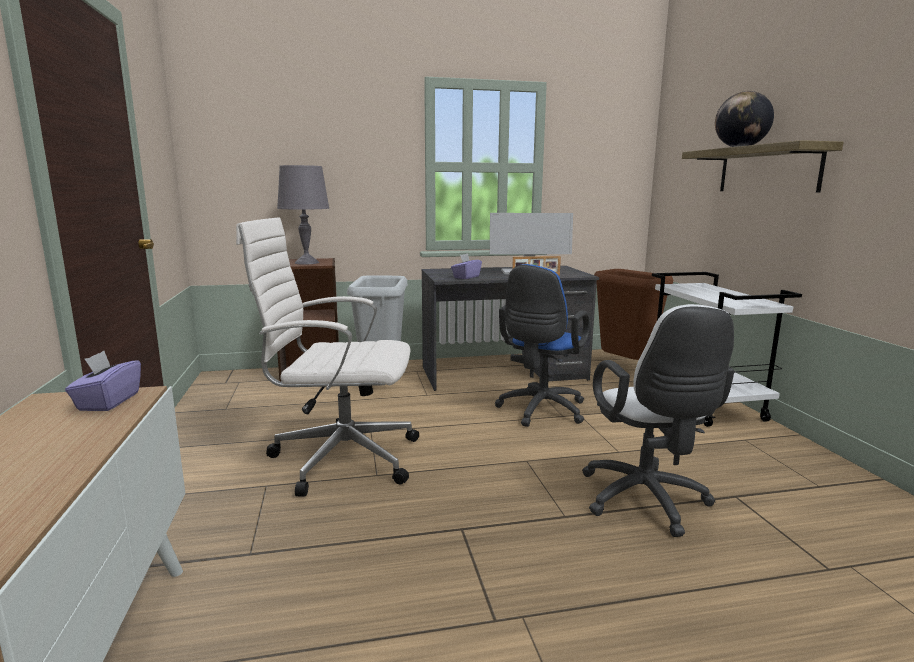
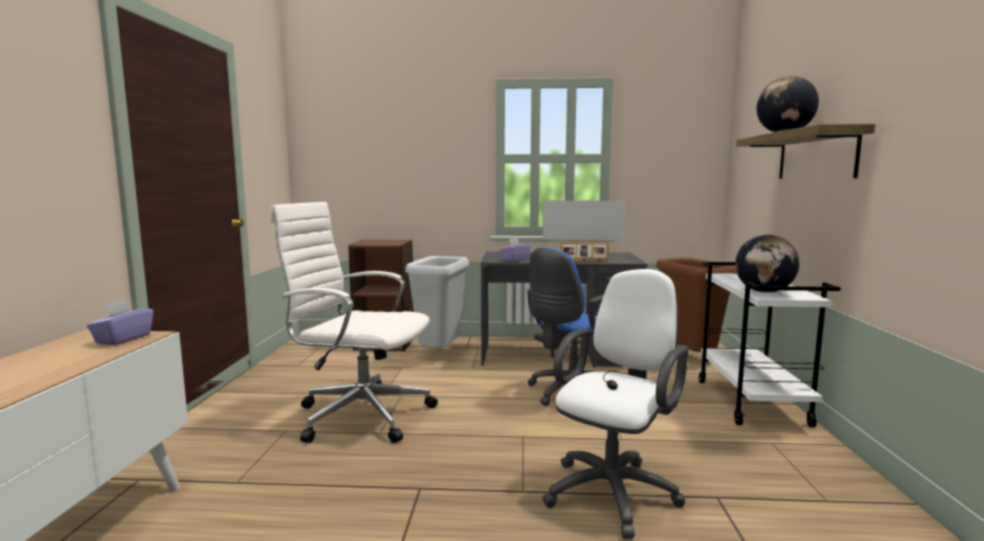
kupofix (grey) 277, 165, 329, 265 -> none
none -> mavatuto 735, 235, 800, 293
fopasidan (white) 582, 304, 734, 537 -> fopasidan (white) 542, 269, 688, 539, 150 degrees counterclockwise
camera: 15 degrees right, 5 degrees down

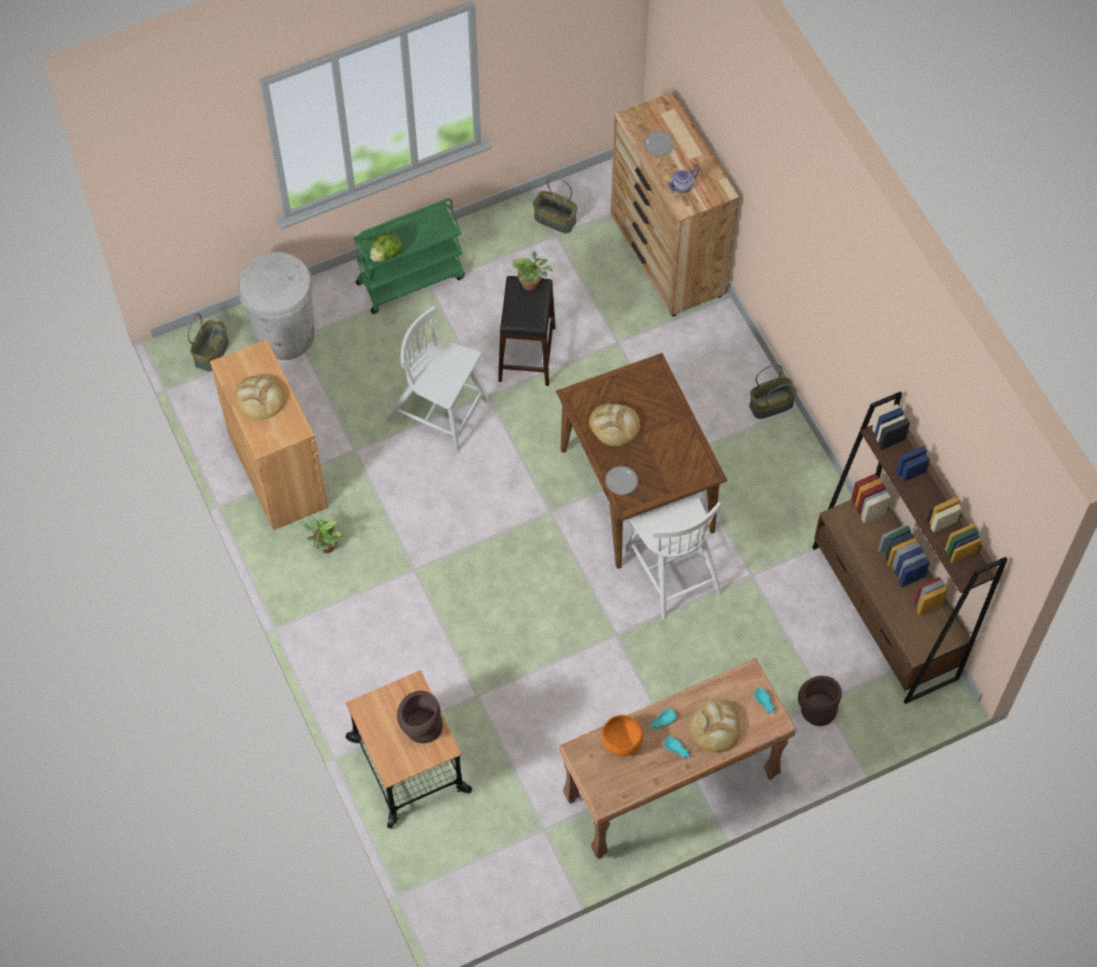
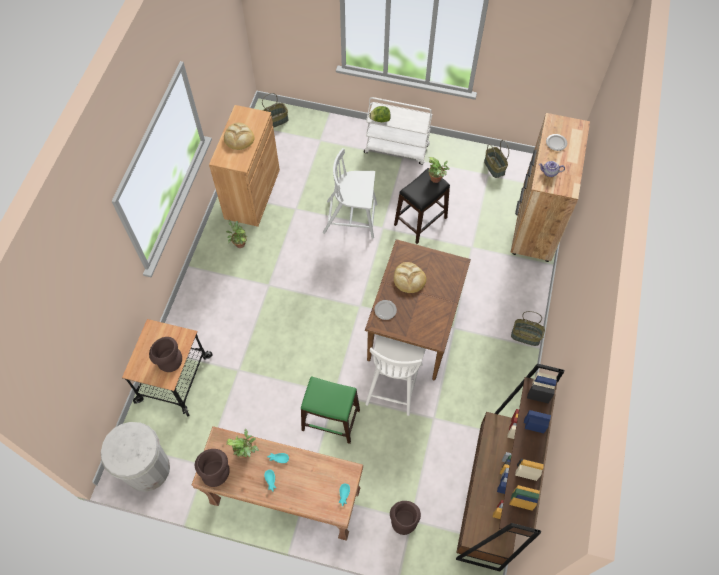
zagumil 689, 700, 740, 752 -> none
none -> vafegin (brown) 195, 449, 230, 487
none -> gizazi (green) 301, 376, 360, 444
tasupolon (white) 238, 252, 315, 360 -> tasupolon (white) 101, 422, 170, 492, relocated
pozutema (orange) 602, 715, 644, 756 -> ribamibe 227, 429, 259, 458
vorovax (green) 353, 198, 465, 314 -> vorovax (white) 364, 97, 432, 165
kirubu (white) 385, 306, 488, 453 -> kirubu (white) 323, 148, 378, 238, 60 degrees counterclockwise
camera: 40 degrees right, 0 degrees up

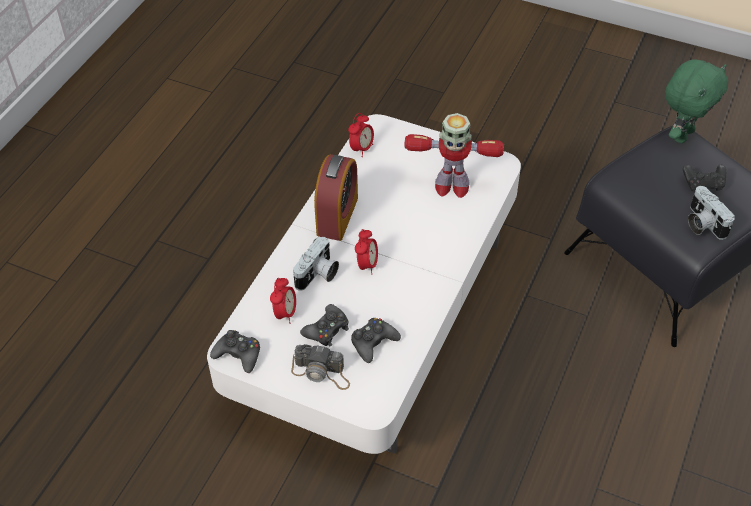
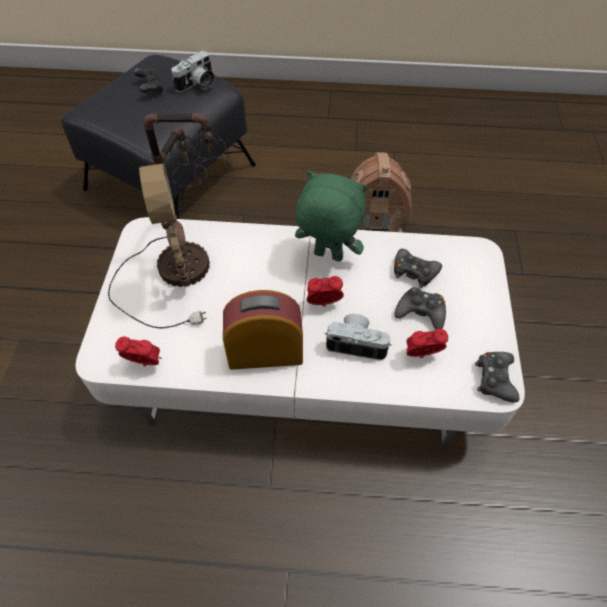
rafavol 291, 344, 350, 390 -> none
none -> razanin 350, 152, 412, 232
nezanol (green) 665, 59, 728, 143 -> nezanol (green) 295, 171, 367, 262, relocated
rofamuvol 405, 113, 504, 198 -> kupofix 108, 113, 234, 328
camera: 110 degrees left, 5 degrees up

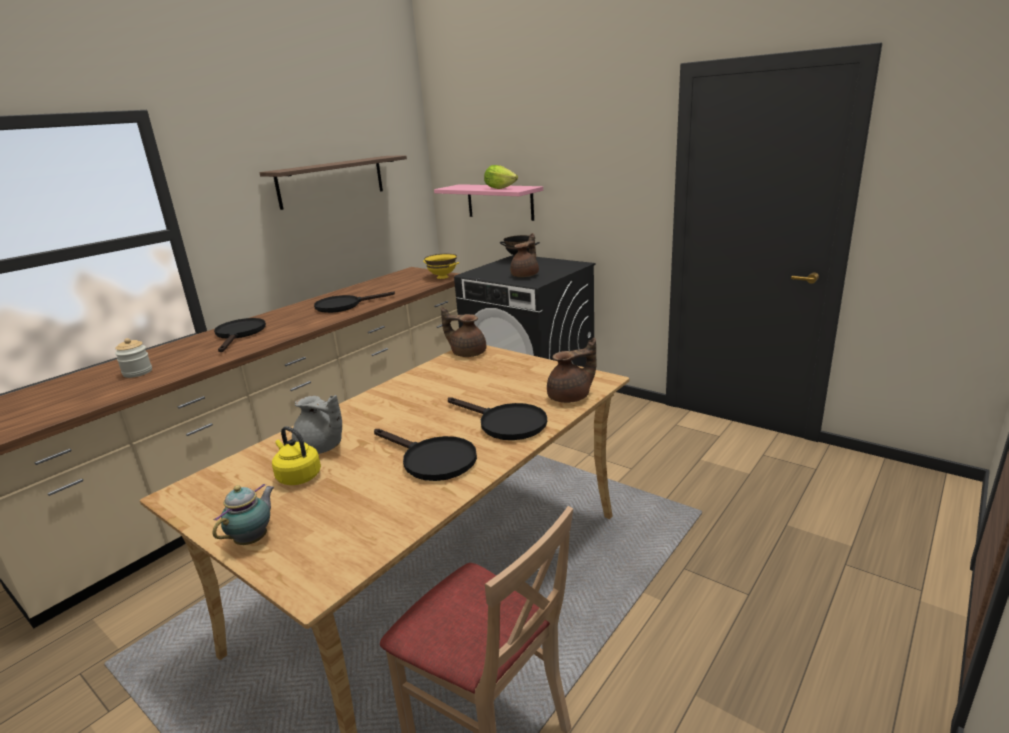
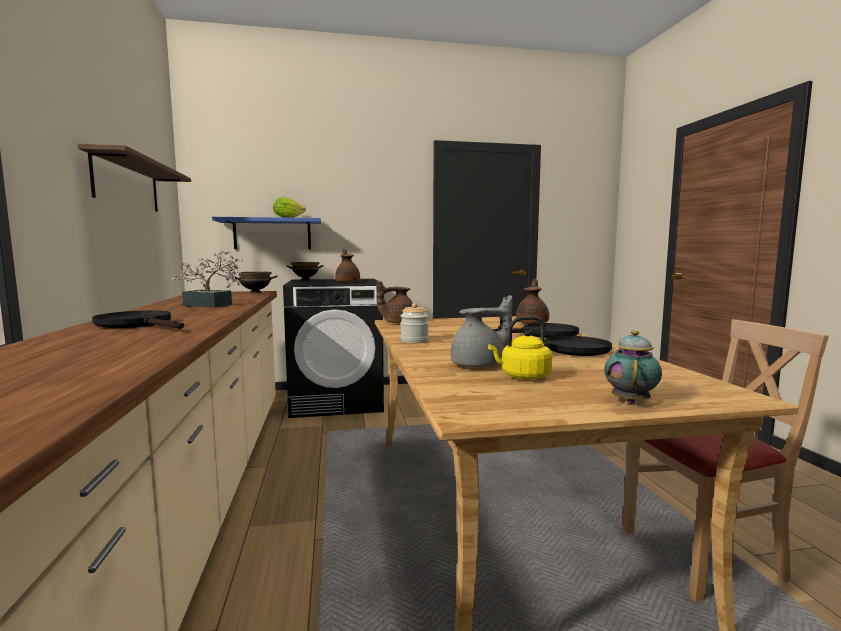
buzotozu 115, 338, 152, 378 -> buzotozu 401, 303, 429, 343, relocated
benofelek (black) 314, 291, 395, 313 -> ribamibe 172, 251, 243, 307
pozutema (yellow) 423, 254, 459, 279 -> pozutema (black) 232, 272, 277, 293
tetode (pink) 434, 184, 543, 221 -> tetode (blue) 212, 217, 321, 249
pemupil 213, 484, 274, 545 -> pemupil 604, 330, 662, 404, 45 degrees clockwise
camera: 50 degrees left, 15 degrees down

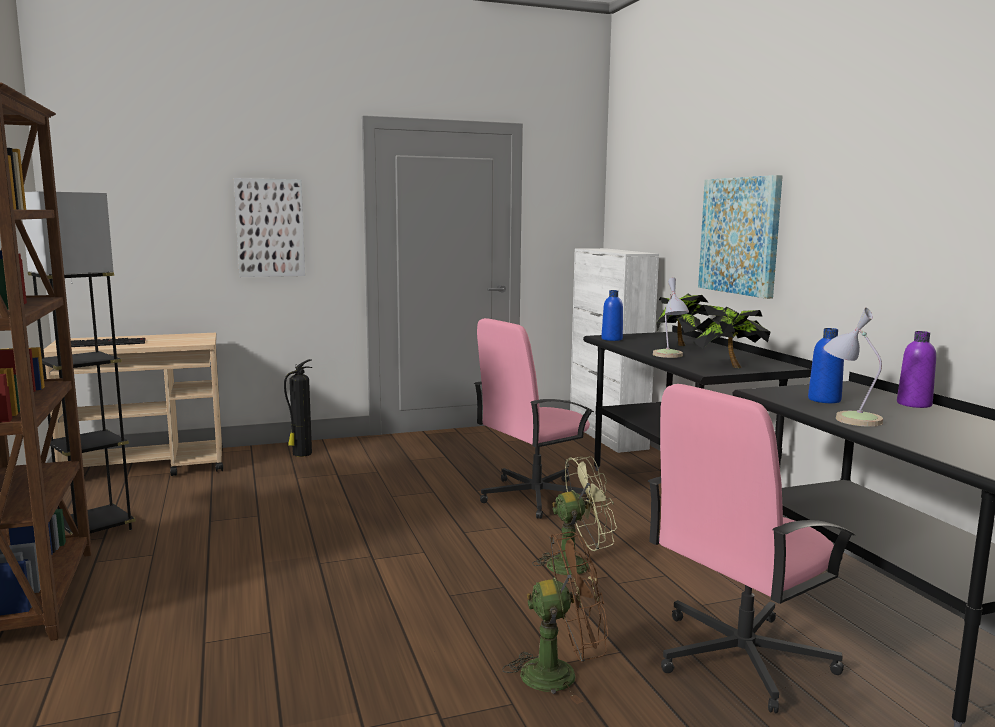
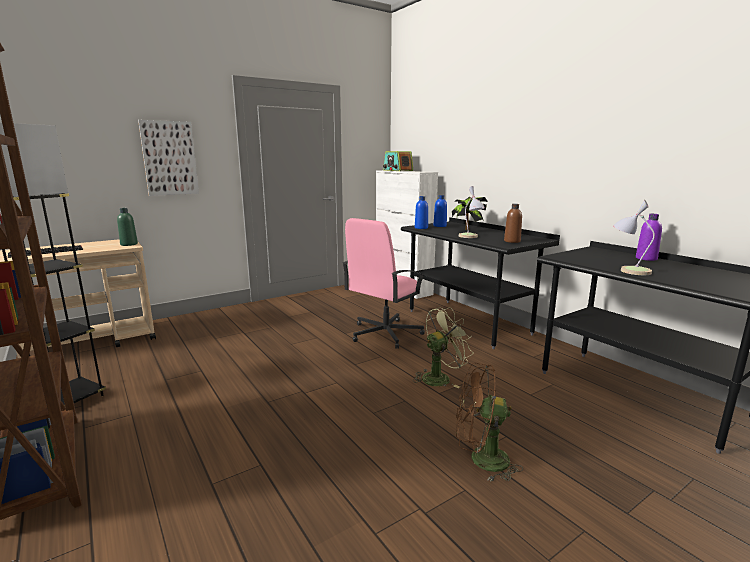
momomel 284, 359, 312, 457 -> none
fopasidan (pink) 648, 384, 855, 713 -> none
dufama 698, 175, 783, 299 -> none
none -> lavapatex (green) 117, 208, 138, 246
none -> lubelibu 383, 151, 413, 171
lavapatex (blue) 808, 328, 844, 403 -> lavapatex (blue) 433, 195, 447, 227, relocated
ribamibe 693, 305, 770, 368 -> lavapatex (brown) 504, 204, 522, 243
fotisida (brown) 502, 532, 608, 704 -> fotisida (brown) 456, 362, 523, 482, 150 degrees counterclockwise
camera: 15 degrees left, 5 degrees up

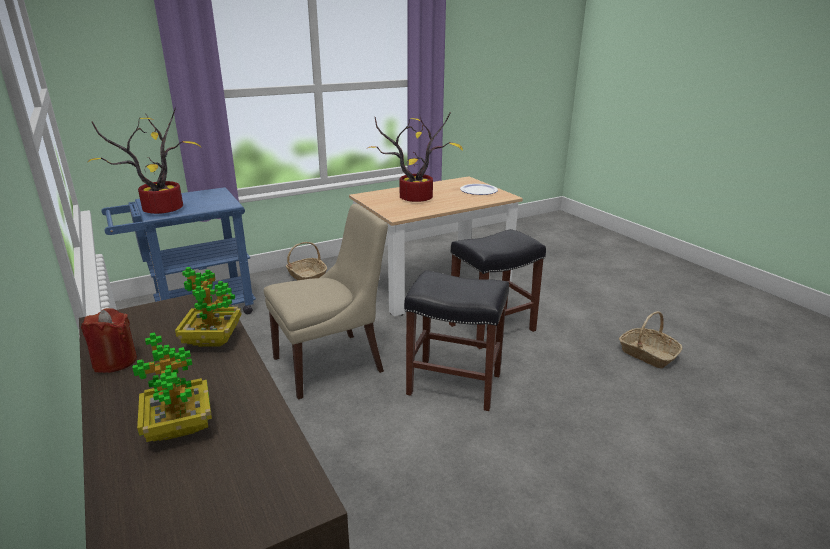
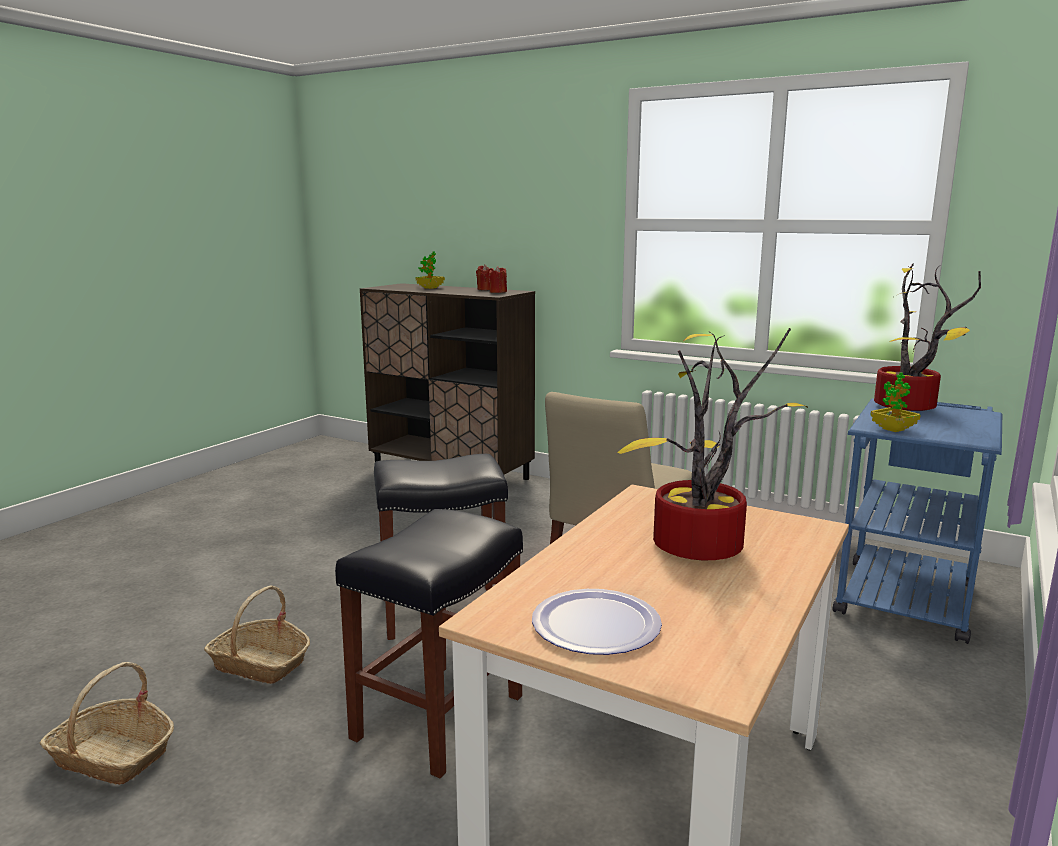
none -> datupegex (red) 488, 266, 507, 293
ribamibe 175, 267, 242, 347 -> ribamibe 870, 372, 921, 432, relocated
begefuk 286, 242, 327, 280 -> begefuk 204, 585, 310, 684, relocated
camera: 150 degrees right, 10 degrees down

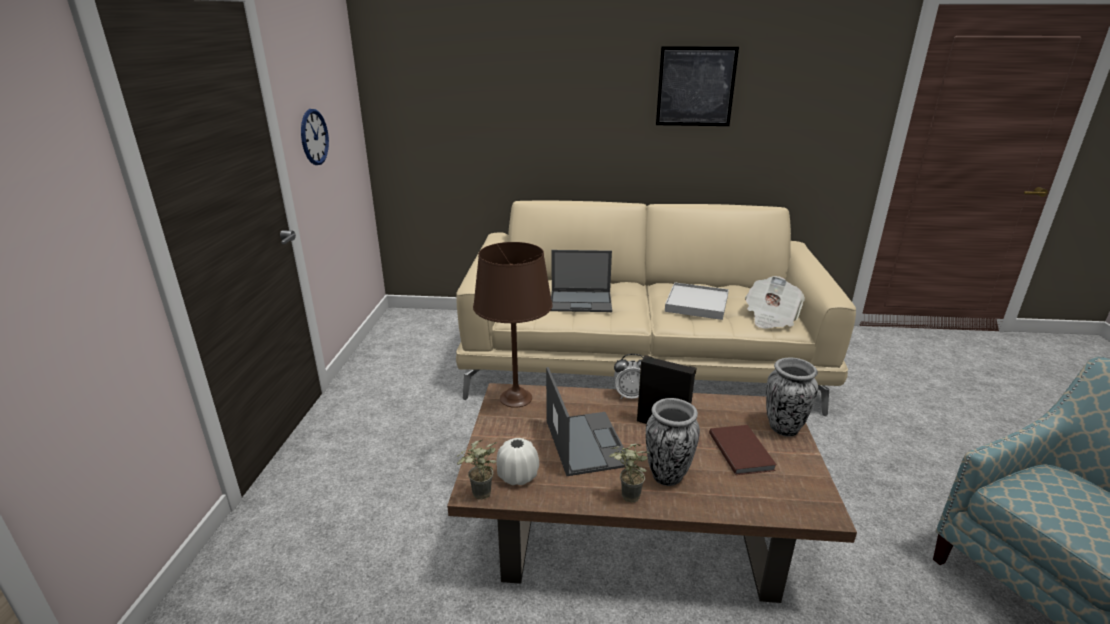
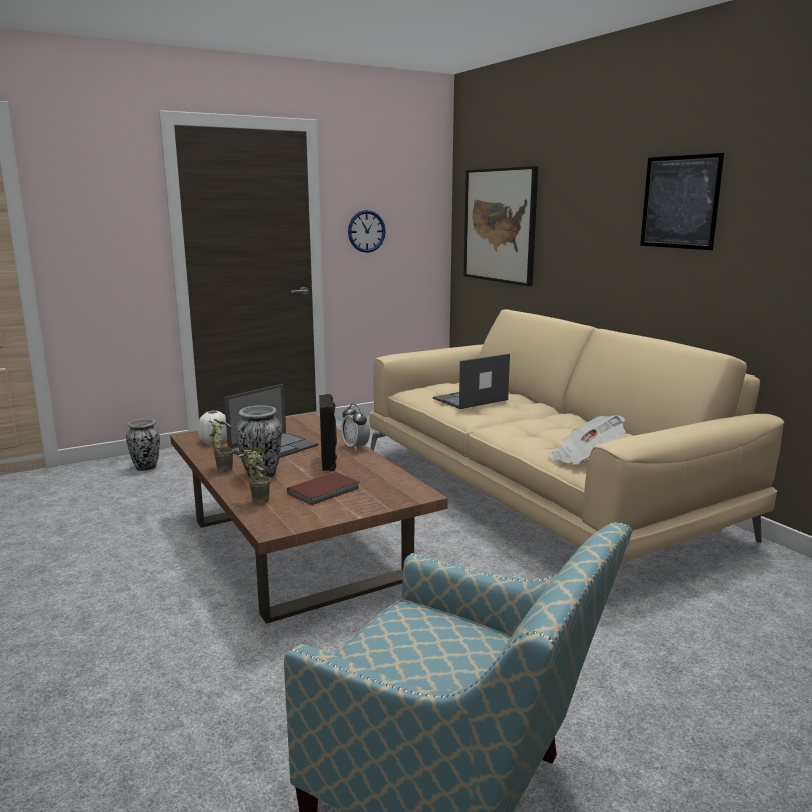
kupofix (brown) 473, 242, 553, 408 -> none
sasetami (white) 665, 282, 729, 320 -> none
none -> dufama 464, 166, 538, 286
ribamibe 457, 440, 498, 500 -> ribamibe 239, 447, 271, 504, relocated
vafegin 766, 358, 818, 437 -> vafegin 126, 419, 160, 471, relocated
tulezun 551, 250, 612, 312 -> tulezun 433, 354, 510, 409, 90 degrees clockwise
camera: 55 degrees right, 10 degrees down

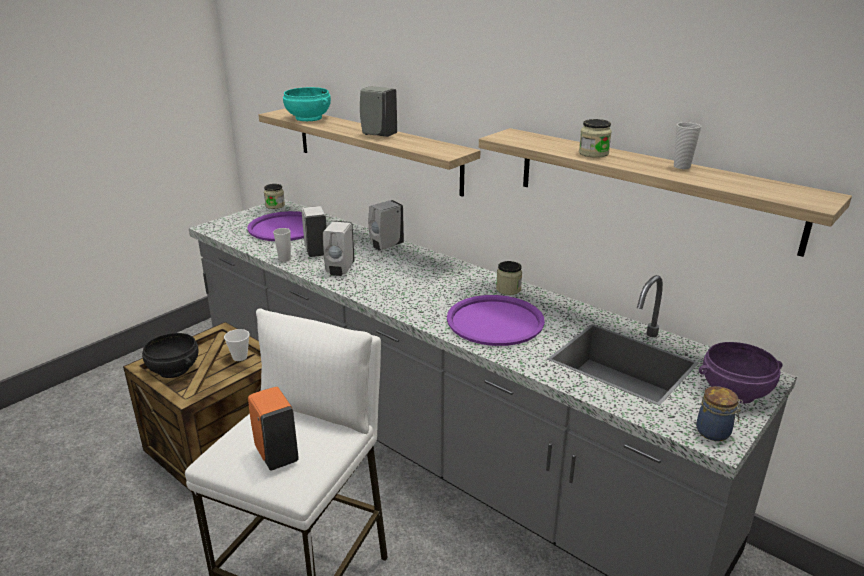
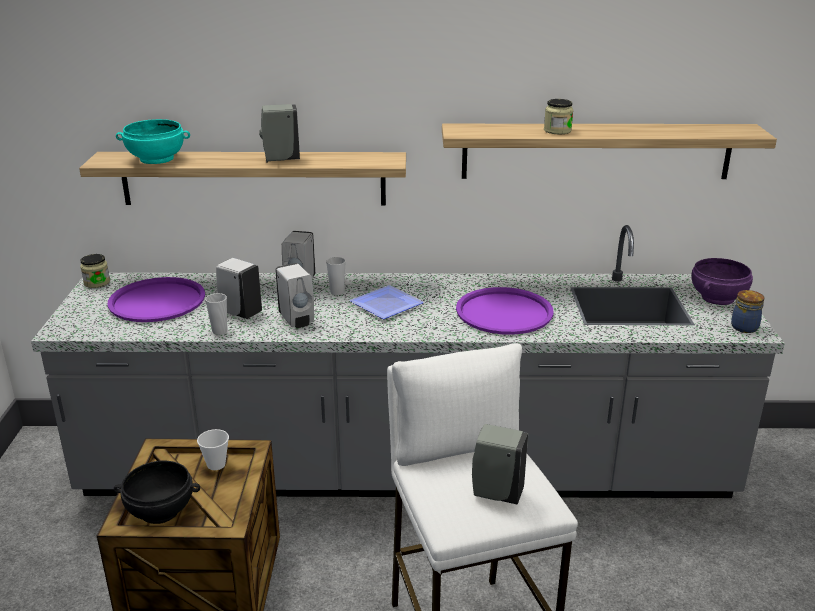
buzotozu 496, 261, 522, 295 -> none
none -> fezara 350, 285, 424, 319
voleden 674, 122, 701, 169 -> voleden 326, 257, 346, 295, relocated
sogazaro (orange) 248, 387, 299, 471 -> sogazaro (grey) 472, 424, 528, 505
camera: 40 degrees left, 0 degrees up

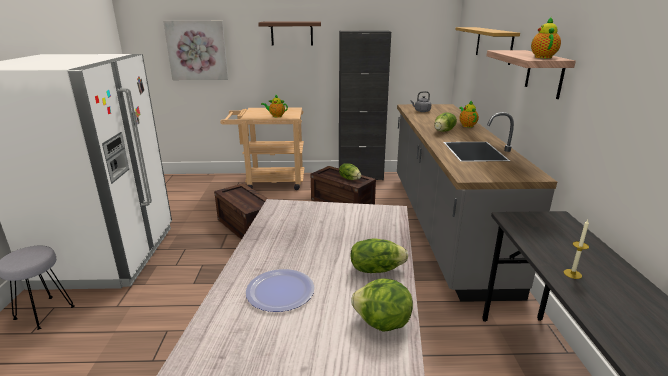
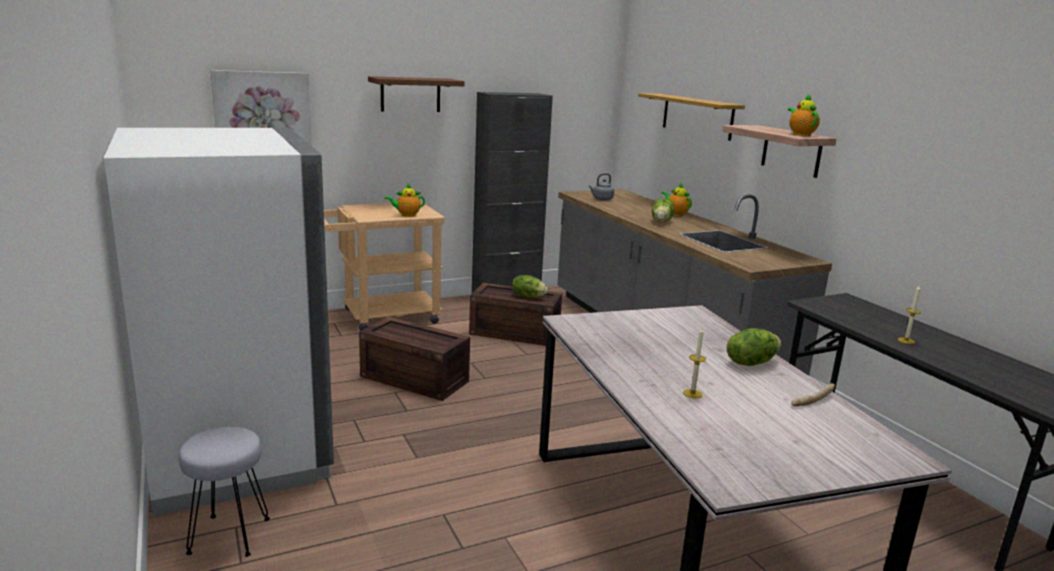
fezara 246, 269, 314, 312 -> datupegex 683, 328, 706, 398
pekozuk 351, 278, 413, 332 -> zagumil 791, 383, 835, 406
camera: 25 degrees left, 5 degrees down

